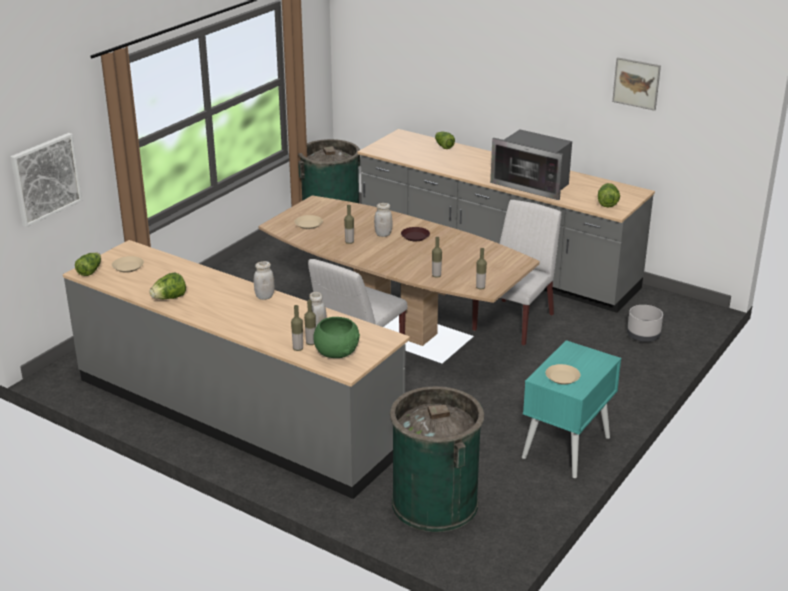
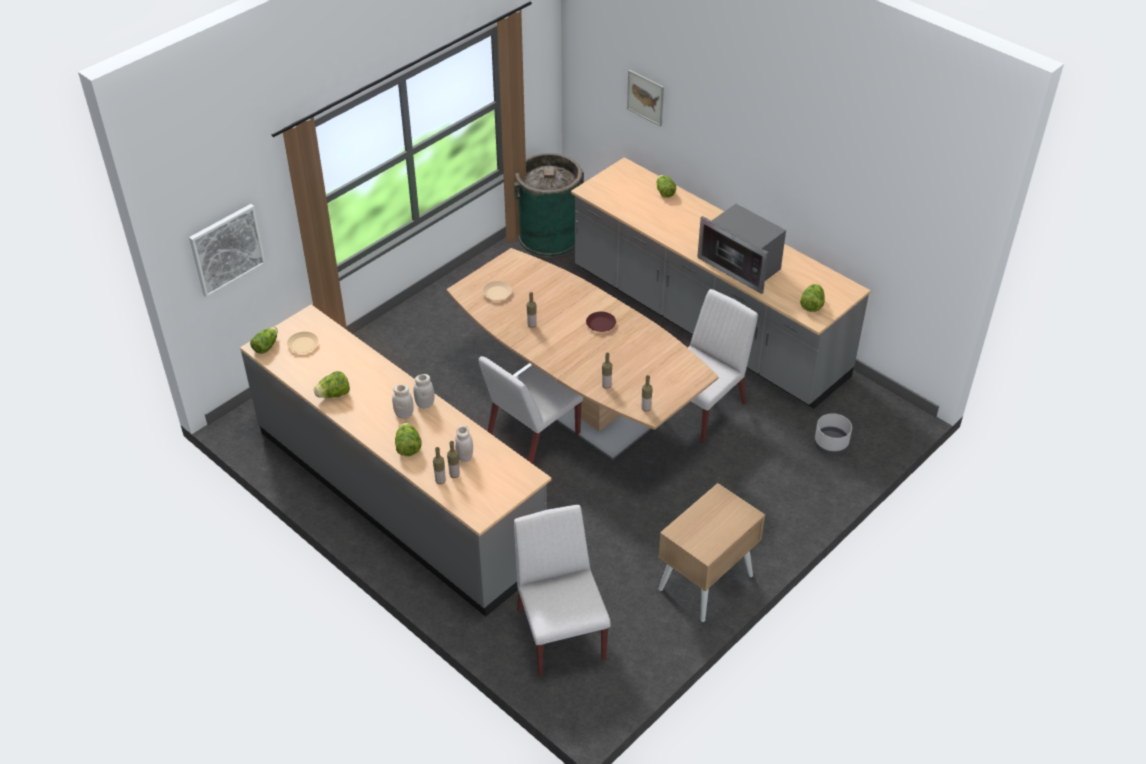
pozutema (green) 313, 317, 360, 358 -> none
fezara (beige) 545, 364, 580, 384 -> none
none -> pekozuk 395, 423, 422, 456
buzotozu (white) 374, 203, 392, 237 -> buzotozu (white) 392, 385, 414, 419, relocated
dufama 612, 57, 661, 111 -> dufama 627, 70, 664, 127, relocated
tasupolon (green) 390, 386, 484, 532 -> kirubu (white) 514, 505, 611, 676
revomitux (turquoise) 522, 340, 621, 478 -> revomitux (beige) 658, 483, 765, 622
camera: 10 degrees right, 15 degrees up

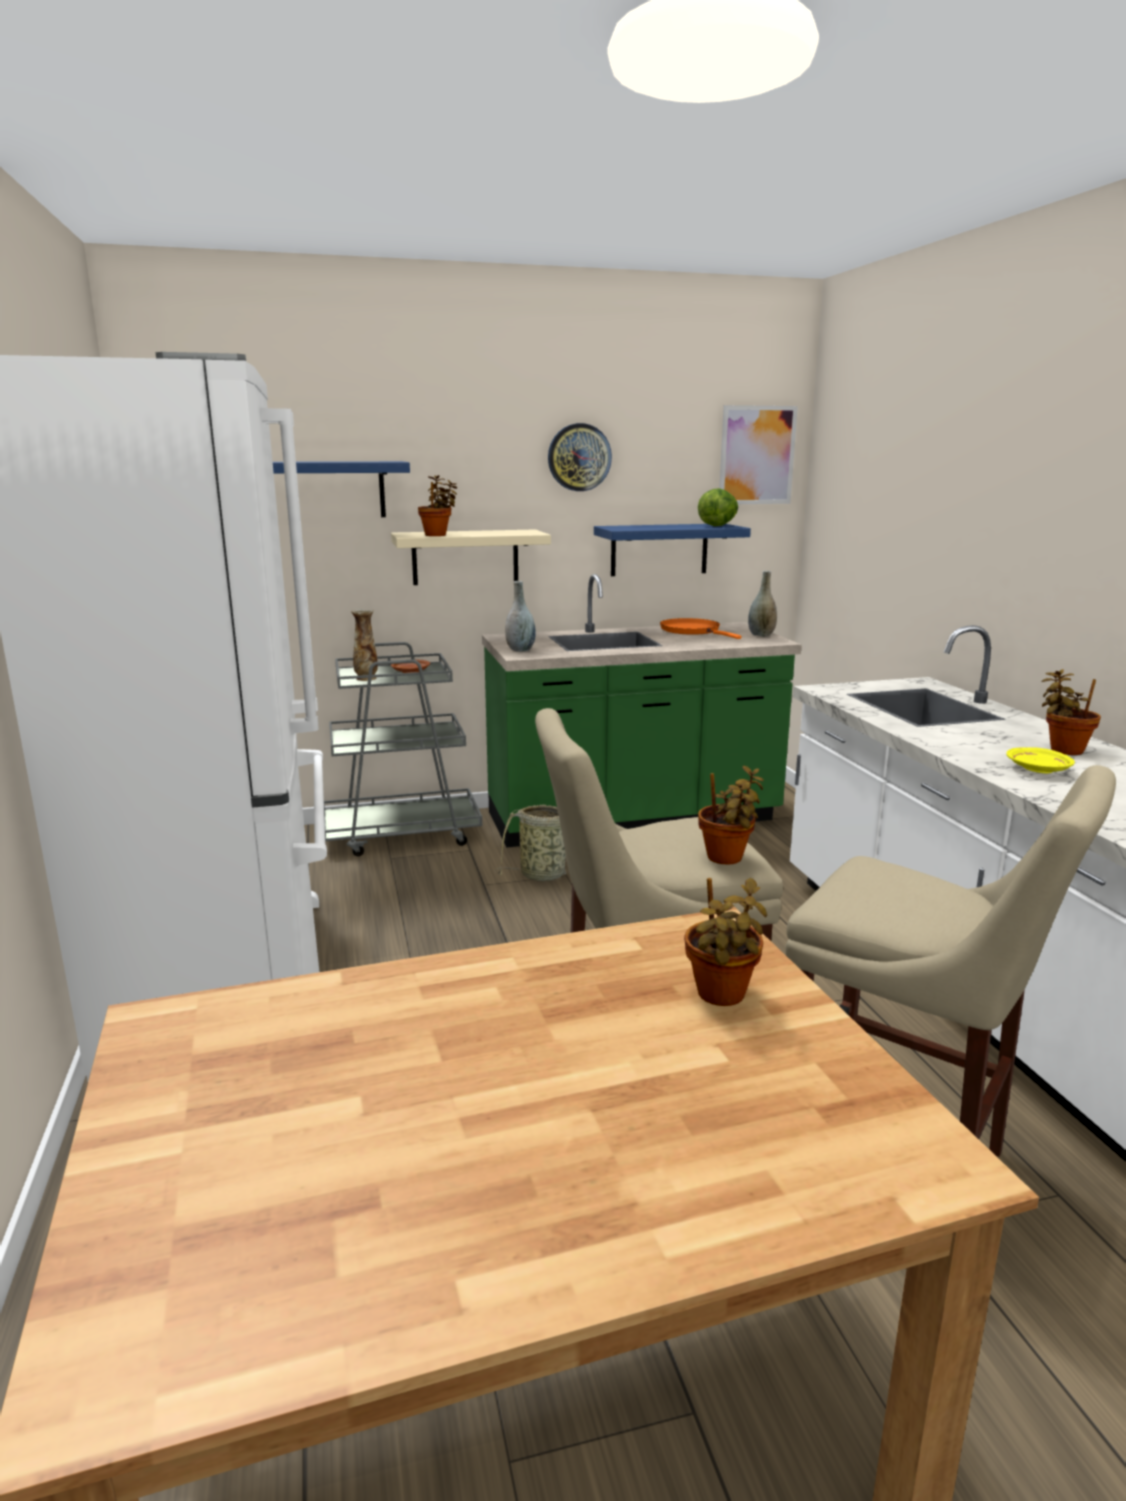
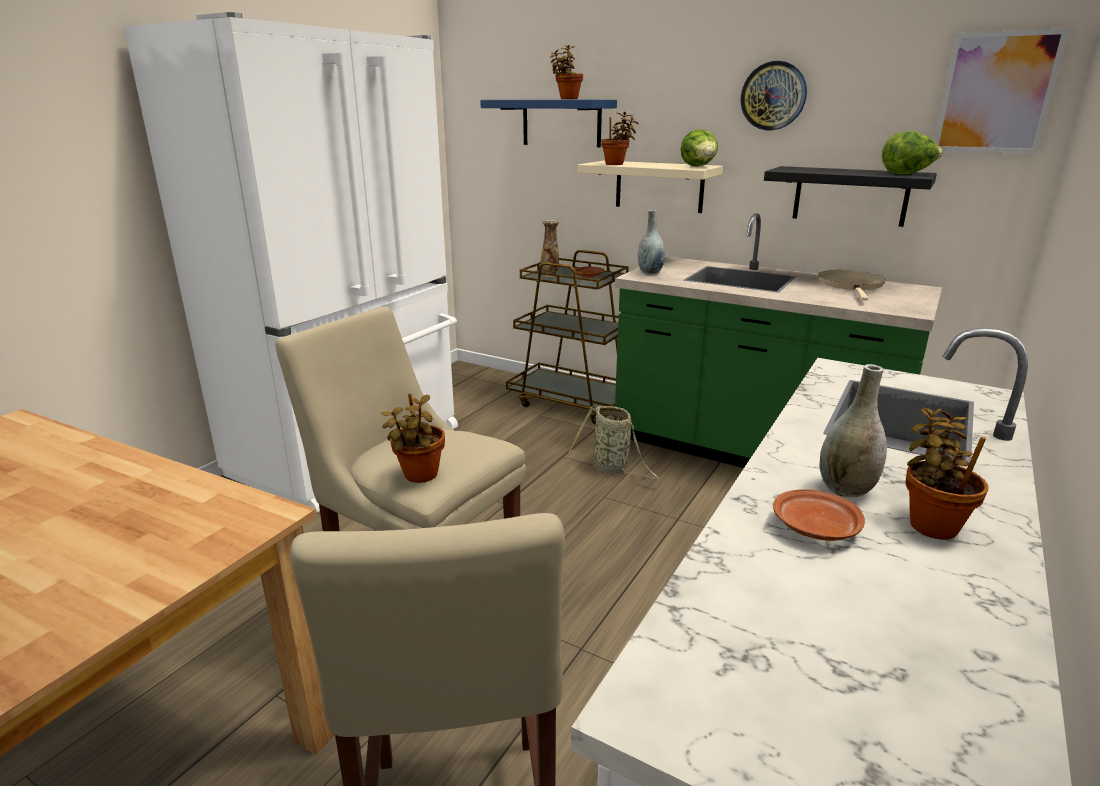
none -> pekozuk 680, 129, 718, 167
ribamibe 684, 878, 767, 1006 -> ribamibe 550, 45, 583, 99, relocated
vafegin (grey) 748, 571, 777, 637 -> vafegin (grey) 819, 364, 887, 497, relocated
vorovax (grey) 324, 642, 482, 856 -> vorovax (brown) 506, 250, 629, 424
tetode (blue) 594, 524, 751, 576 -> tetode (black) 764, 166, 937, 227
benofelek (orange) 660, 618, 742, 639 -> benofelek (beige) 818, 270, 886, 301
fezara (yellow) 1006, 747, 1075, 773 -> fezara (brown) 773, 489, 865, 541
camera: 45 degrees right, 5 degrees up

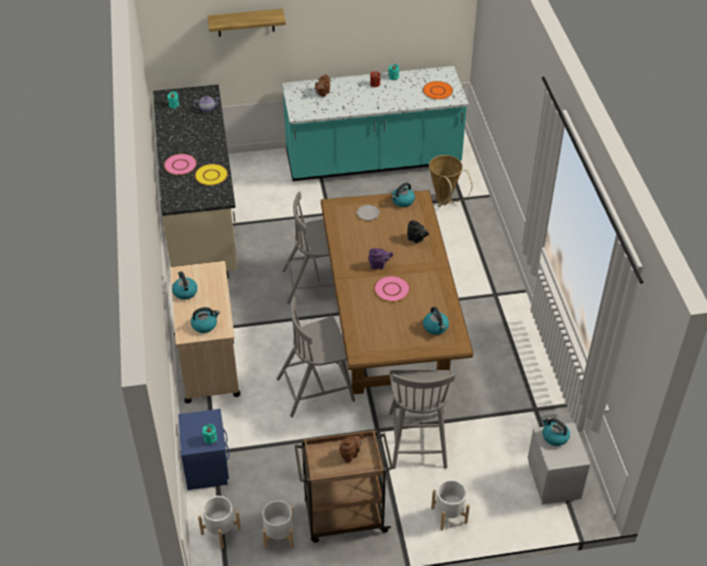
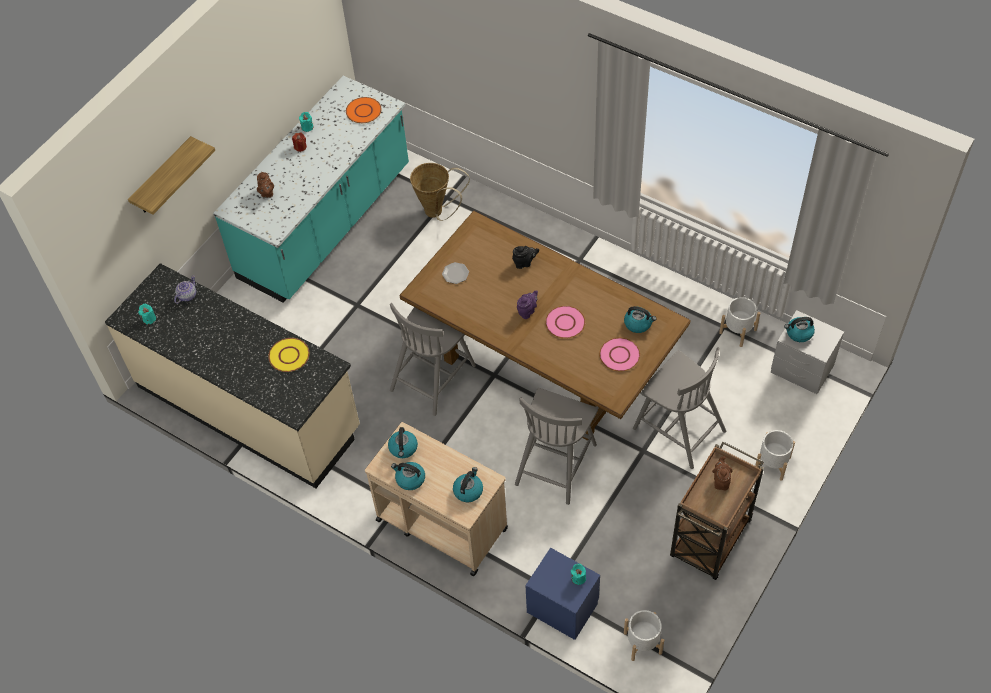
fezara (pink) 164, 154, 197, 175 -> fezara (pink) 599, 337, 640, 371, relocated
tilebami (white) 262, 500, 294, 549 -> tilebami (white) 719, 297, 760, 347, relocated
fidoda 392, 183, 415, 207 -> fidoda 388, 427, 418, 458, relocated
camera: 45 degrees left, 10 degrees up

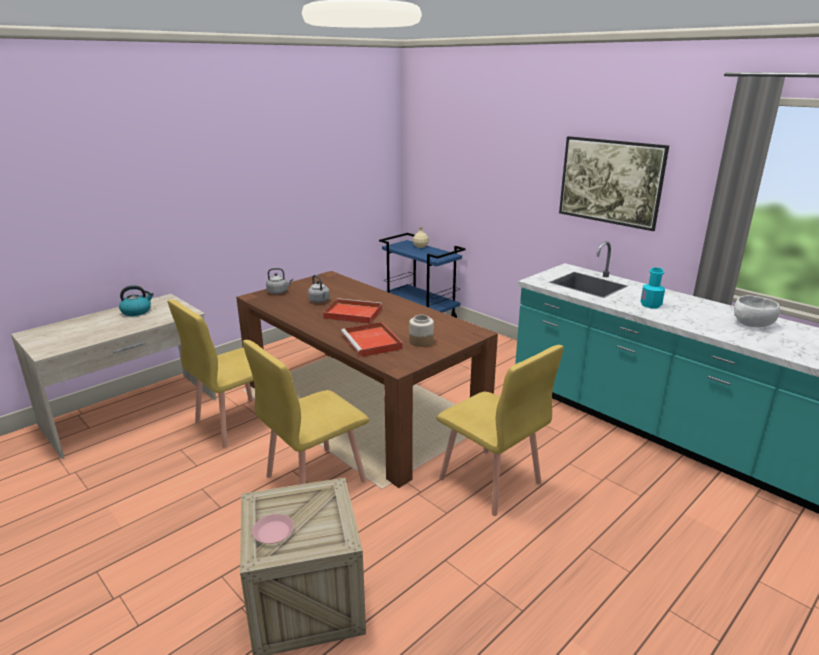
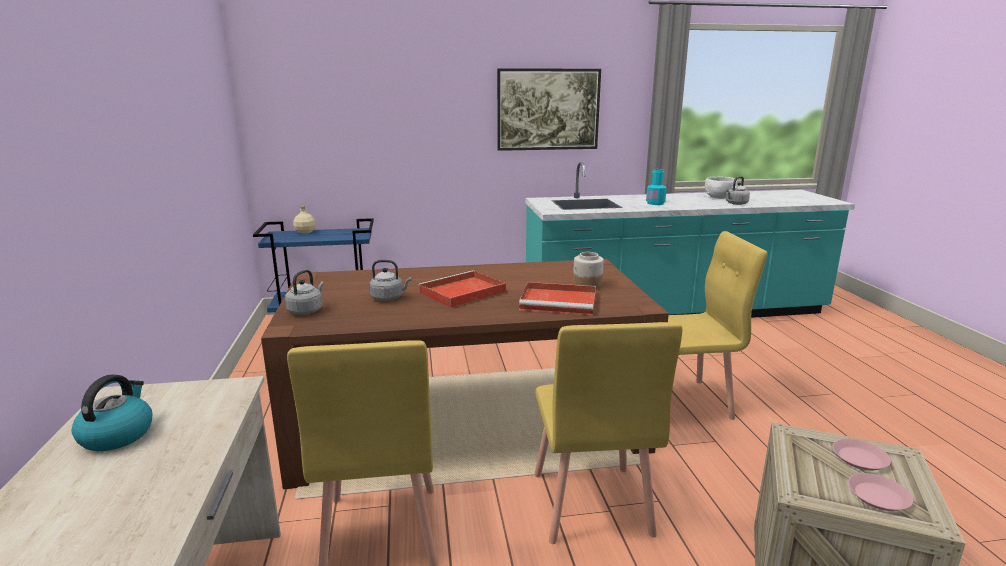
none -> fidoda (grey) 726, 176, 750, 205
none -> fezara (pink) 833, 439, 891, 471
camera: 55 degrees left, 5 degrees down

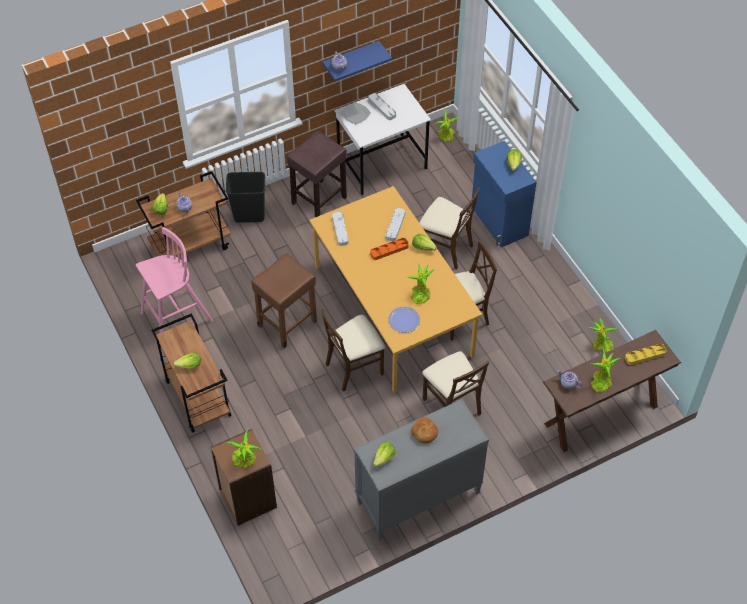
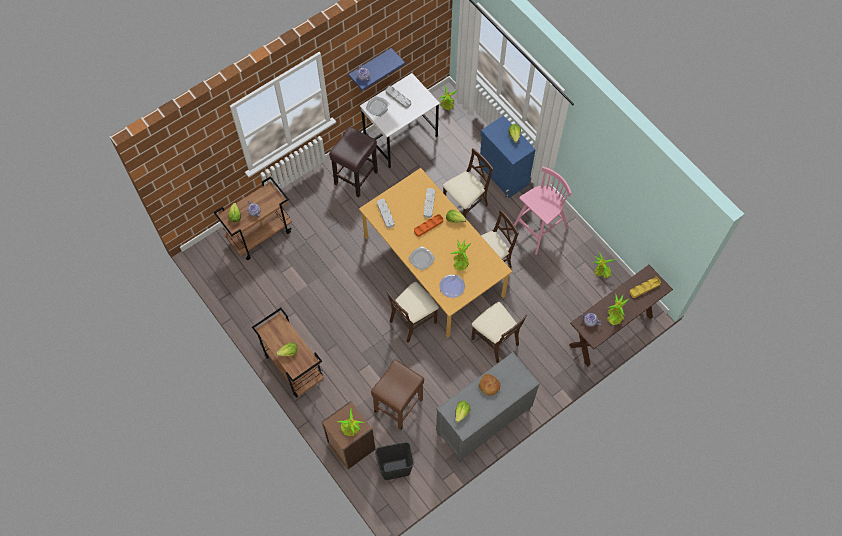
none -> fezara 408, 246, 435, 270
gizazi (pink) 136, 227, 213, 333 -> gizazi (pink) 511, 167, 571, 255, relocated
tasupolon (black) 226, 172, 265, 223 -> tasupolon (black) 375, 442, 414, 480, relocated
gizazi (brown) 251, 253, 317, 348 -> gizazi (brown) 371, 359, 424, 430, relocated
kirubu (beige) 419, 187, 480, 270 -> kirubu (beige) 442, 148, 493, 218, 60 degrees counterclockwise
camera: 10 degrees left, 10 degrees up

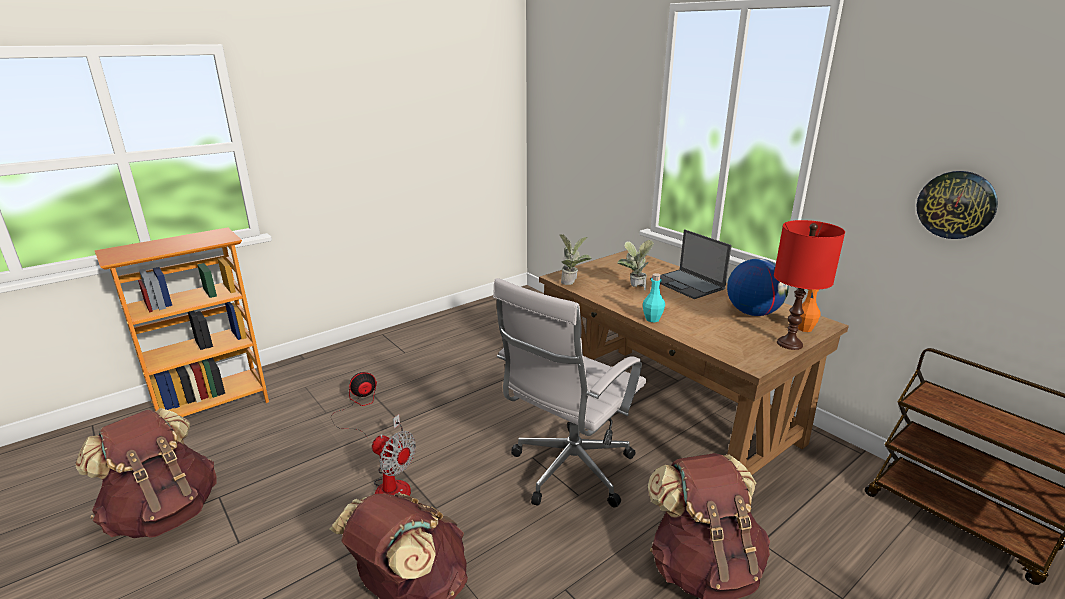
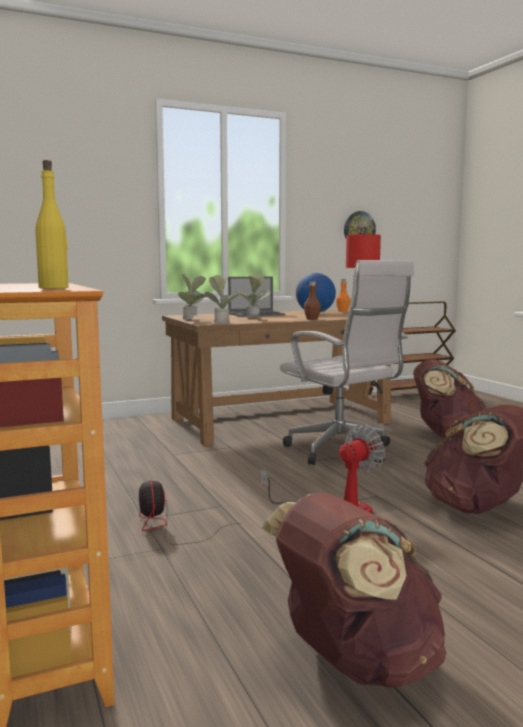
none -> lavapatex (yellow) 35, 160, 69, 289
none -> ribamibe 178, 274, 207, 320
lavapatex (turquoise) 643, 273, 665, 322 -> lavapatex (brown) 304, 282, 321, 320
camera: 75 degrees left, 15 degrees down

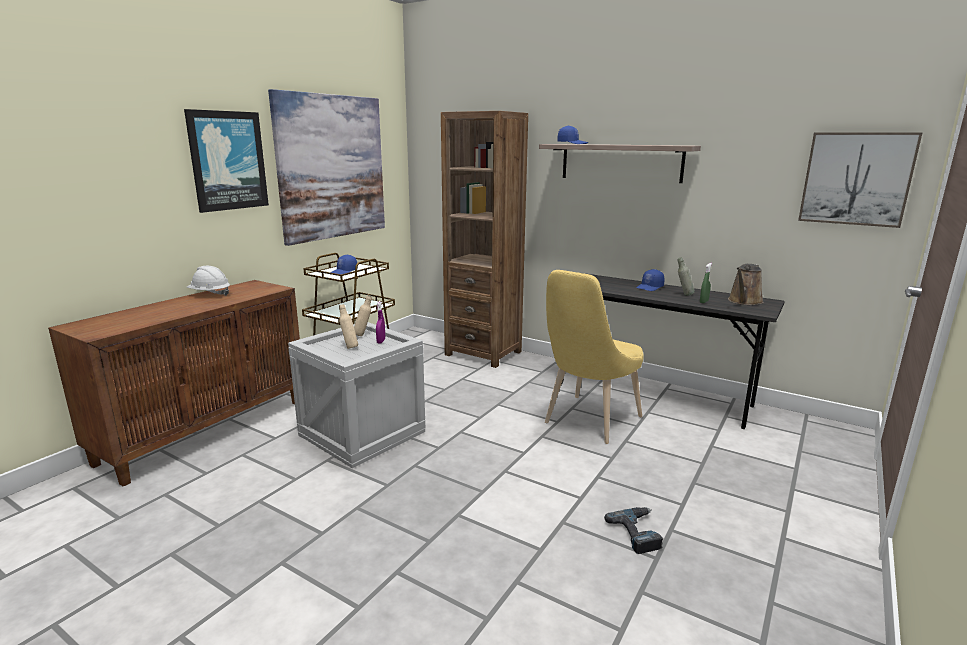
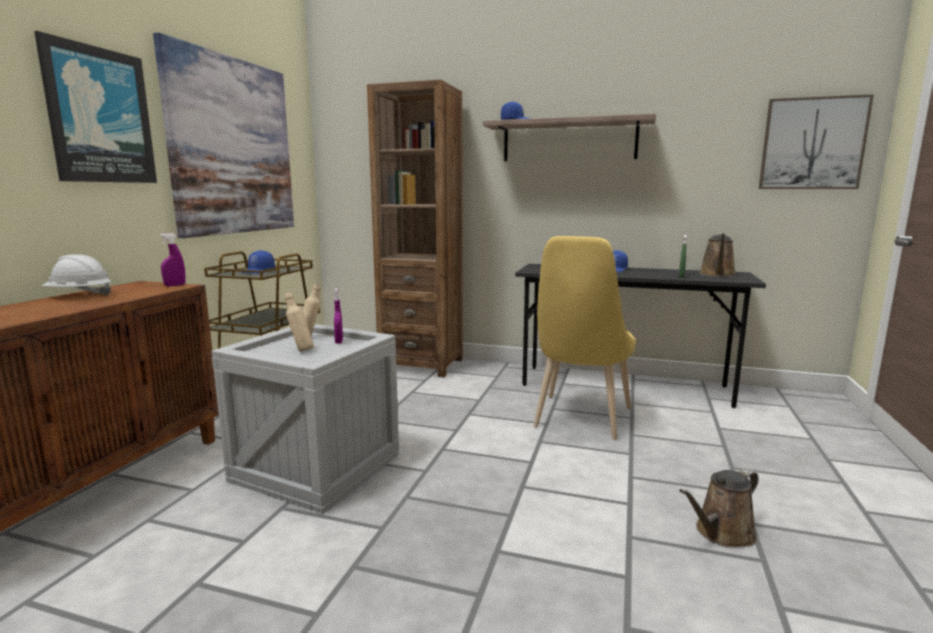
lavapatex (grey) 678, 257, 695, 296 -> none
none -> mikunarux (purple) 160, 233, 186, 286
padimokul 604, 507, 664, 554 -> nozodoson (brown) 679, 469, 759, 547
camera: 15 degrees left, 5 degrees down

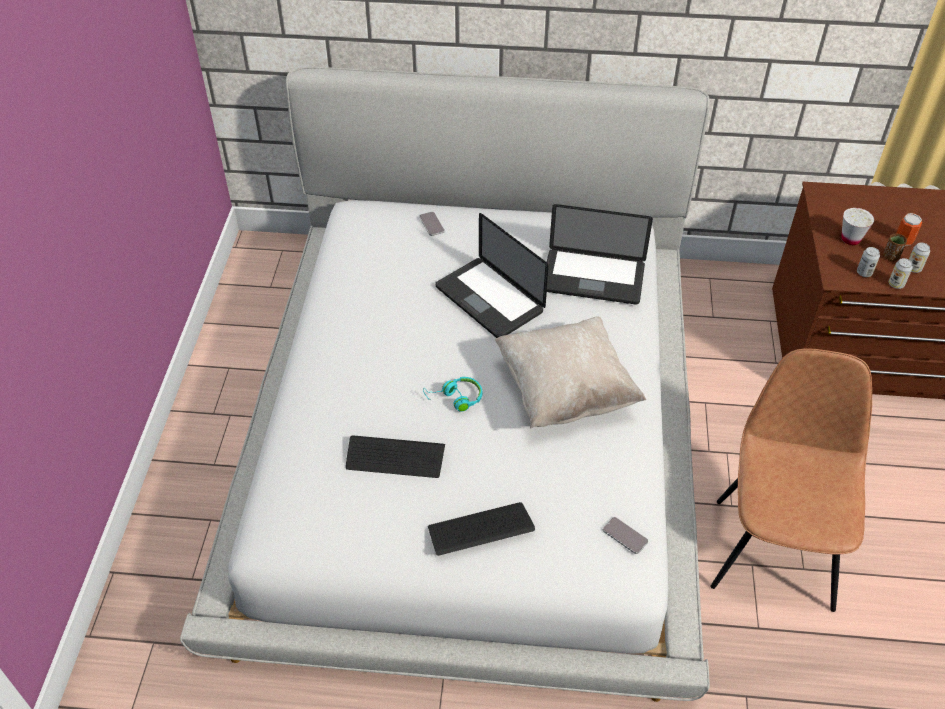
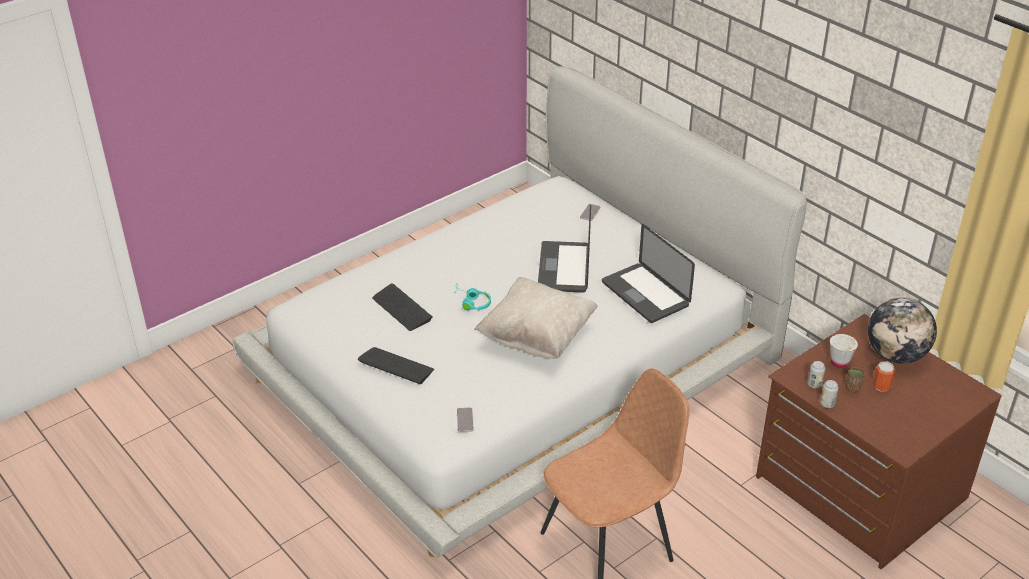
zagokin 909, 242, 930, 273 -> none
none -> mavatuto 868, 297, 937, 364
camera: 45 degrees right, 10 degrees down

